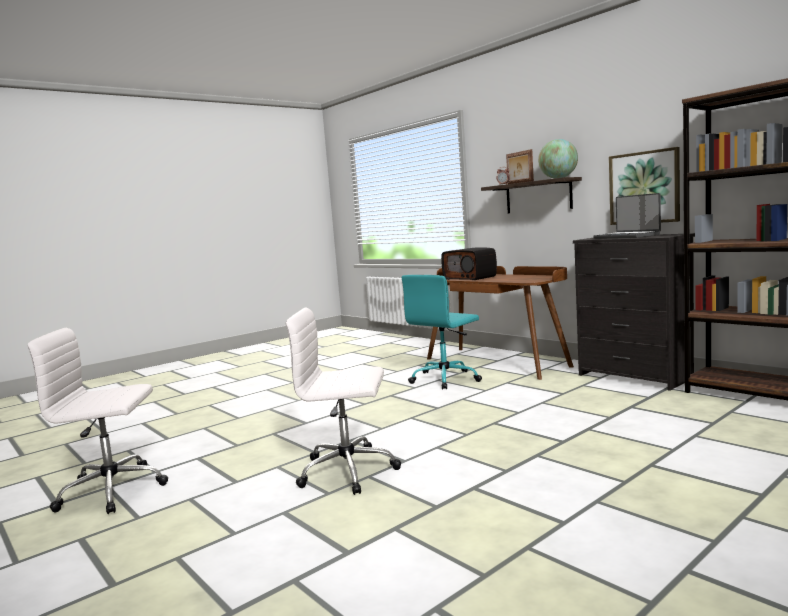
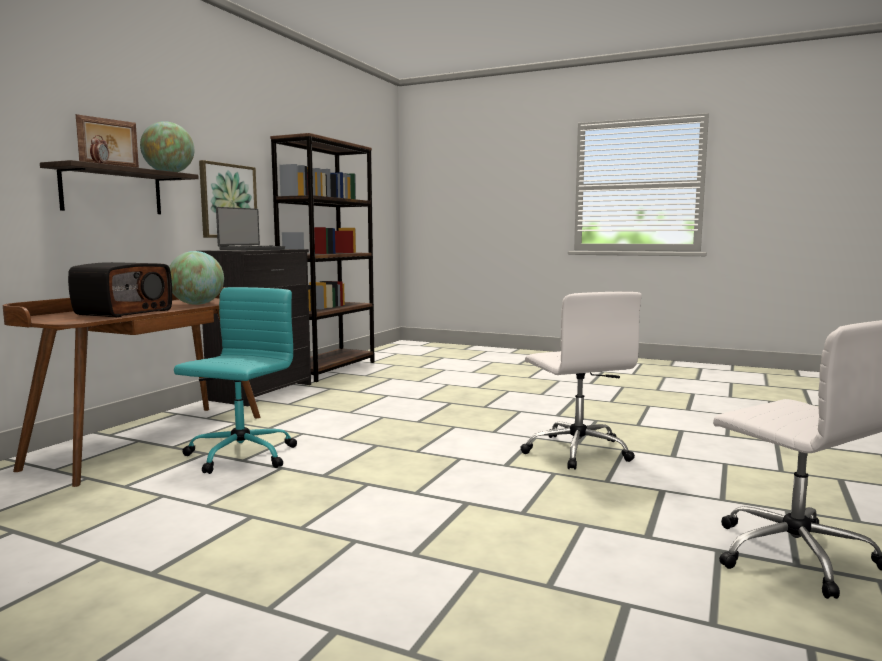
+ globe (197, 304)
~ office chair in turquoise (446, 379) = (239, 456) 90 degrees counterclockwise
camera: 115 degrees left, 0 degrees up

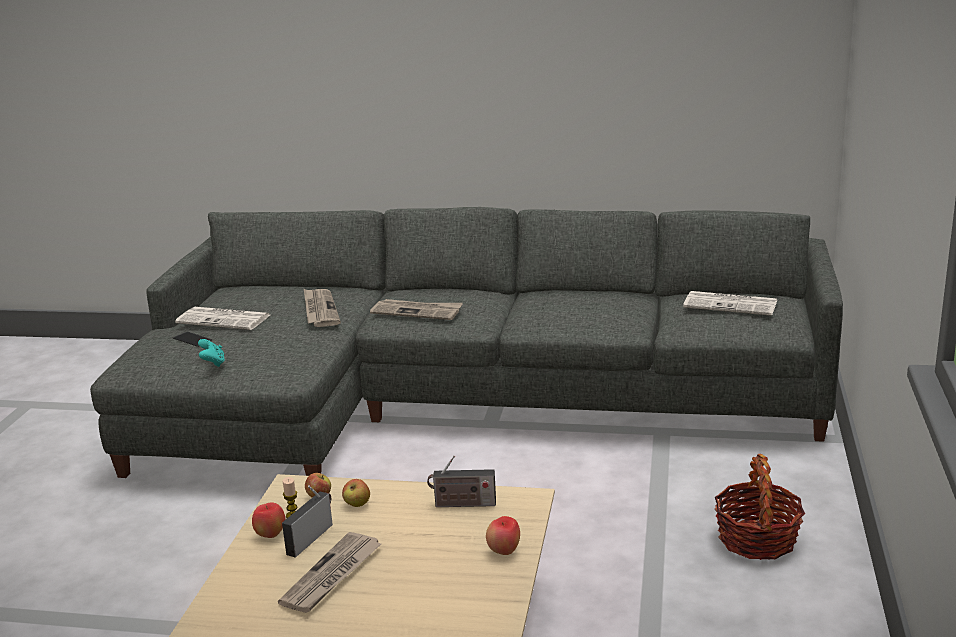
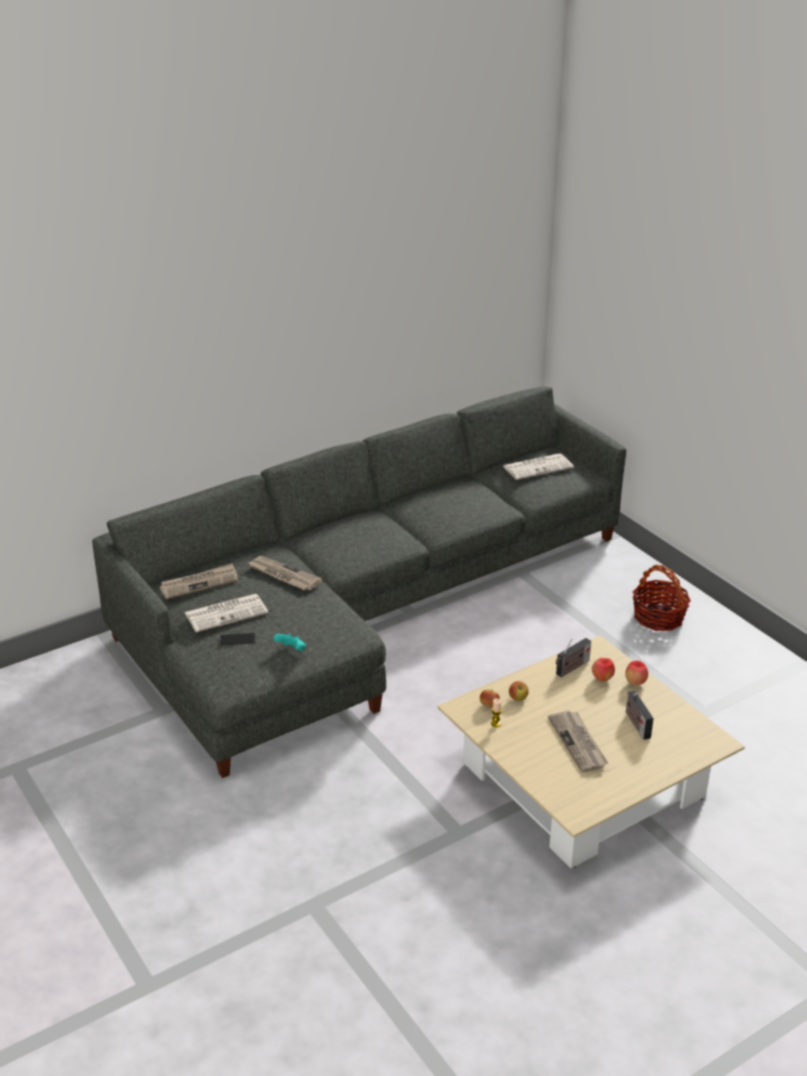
~ newspaper (417, 312) to (199, 583)
~ apple (271, 535) to (602, 679)
~ radio (311, 537) to (636, 723)
camera: 45 degrees left, 10 degrees up

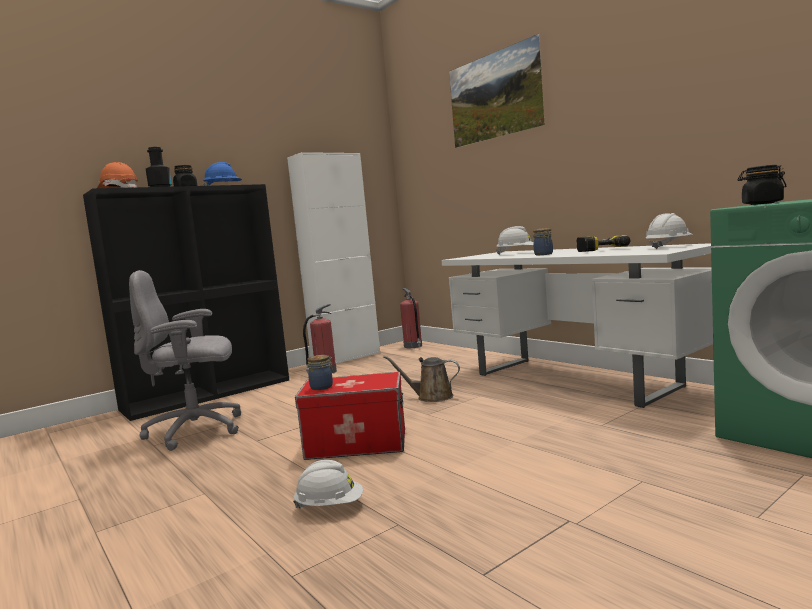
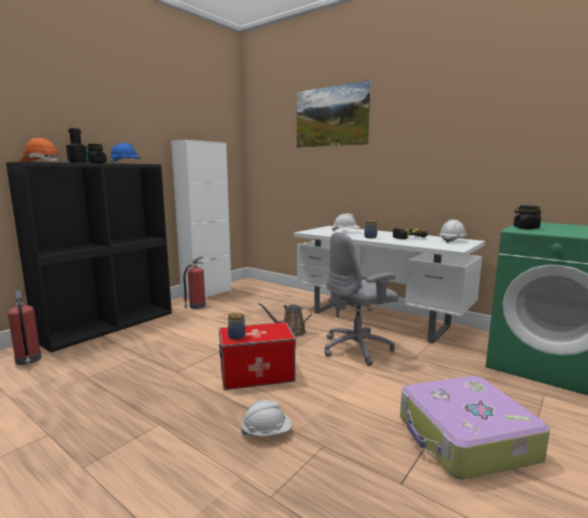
~ fire extinguisher (413, 346) to (28, 360)
~ office chair in grey (197, 431) to (357, 348)
+ suitcase (465, 439)
camera: 15 degrees left, 5 degrees up

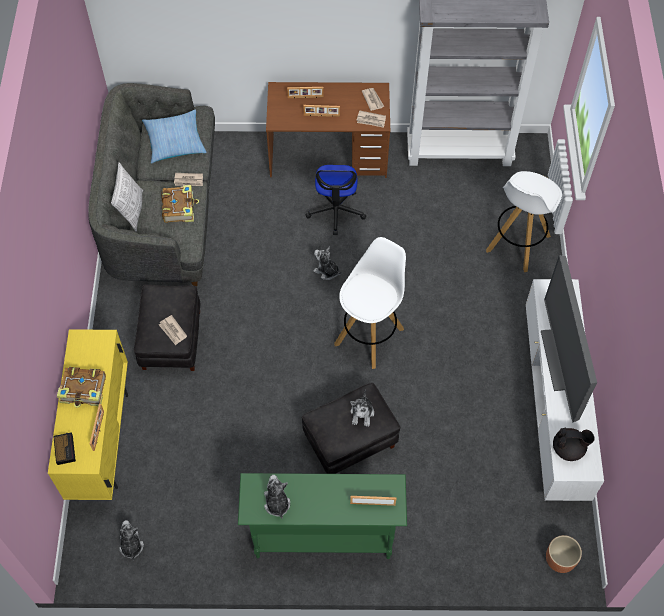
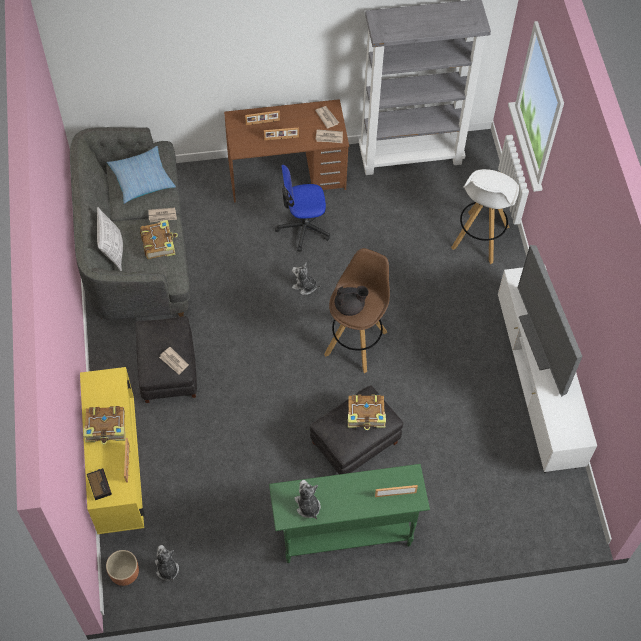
~ planter in brown (559, 559) to (125, 573)
~ office chair (336, 211) = (303, 227) 90 degrees clockwise
~ stool in white (370, 336) to stool in brown (356, 342)
~ teapot in black (568, 449) to (350, 306)
~ plush toy (362, 413) to book (366, 415)
camera: 10 degrees left, 0 degrees up

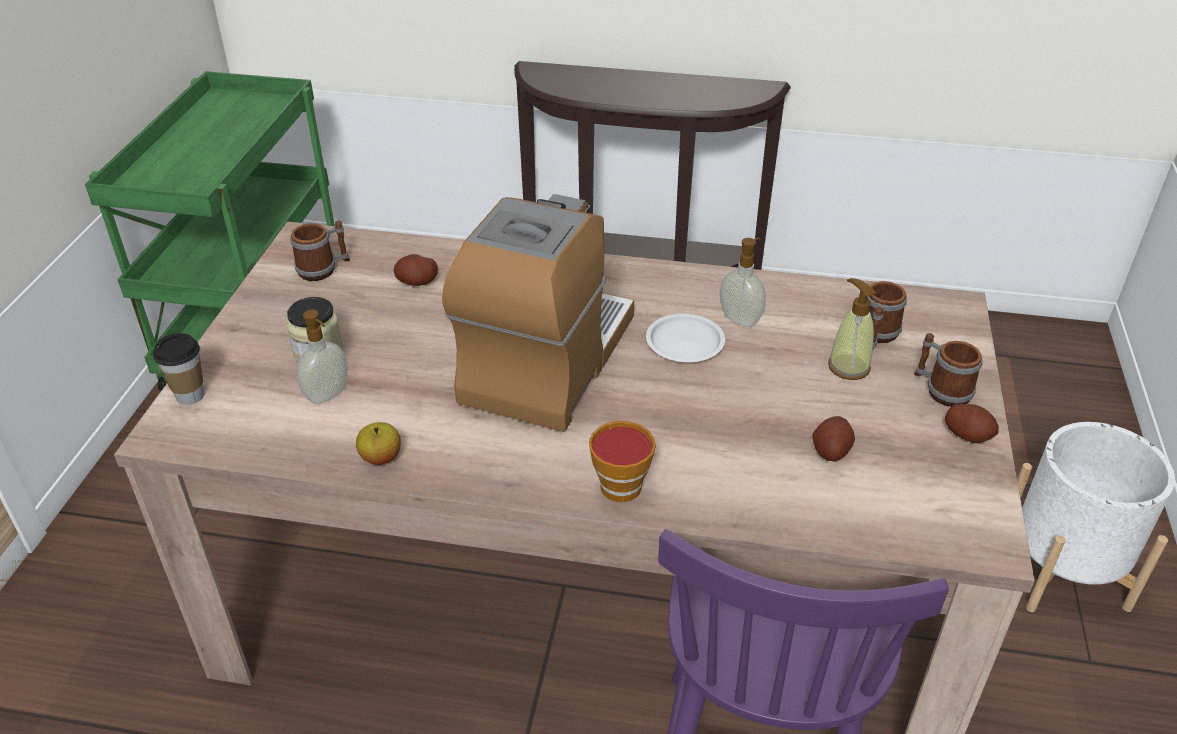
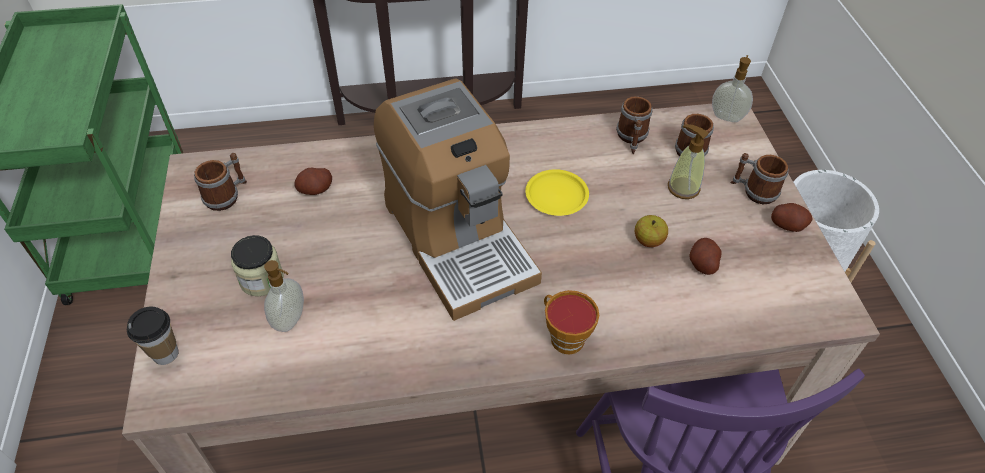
~ coffee machine (546, 361) = (458, 240) 150 degrees clockwise
~ plate in white (684, 342) to plate in yellow (556, 195)
+ mug (632, 139)
~ apple (381, 457) to (648, 240)
~ soap dispenser (740, 318) to (727, 116)
camera: 20 degrees left, 10 degrees up

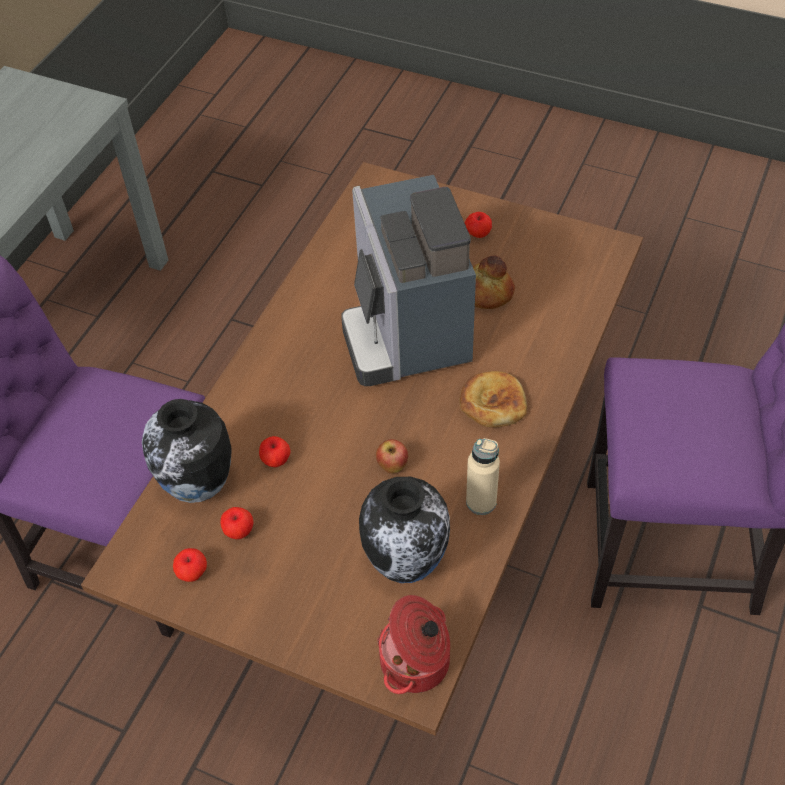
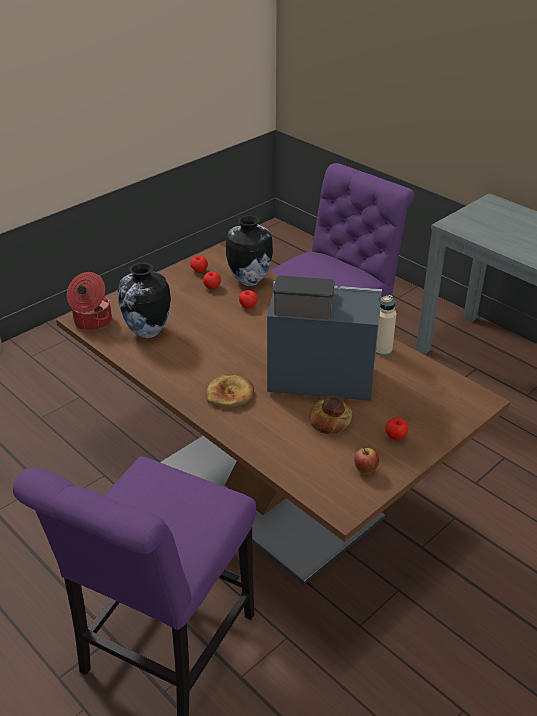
~ apple (392, 466) to (365, 470)
~ bottle in beige (481, 502) to (382, 350)
camera: 110 degrees right, 15 degrees down

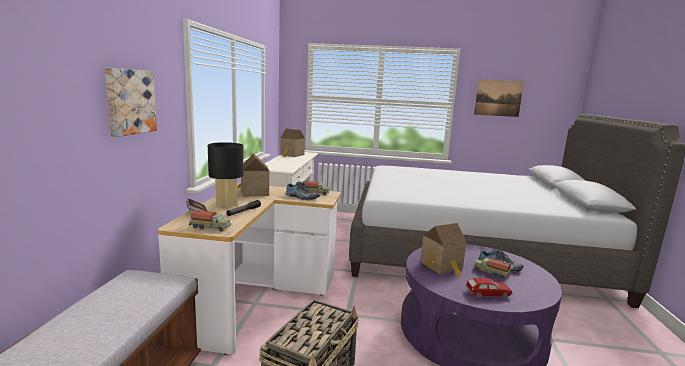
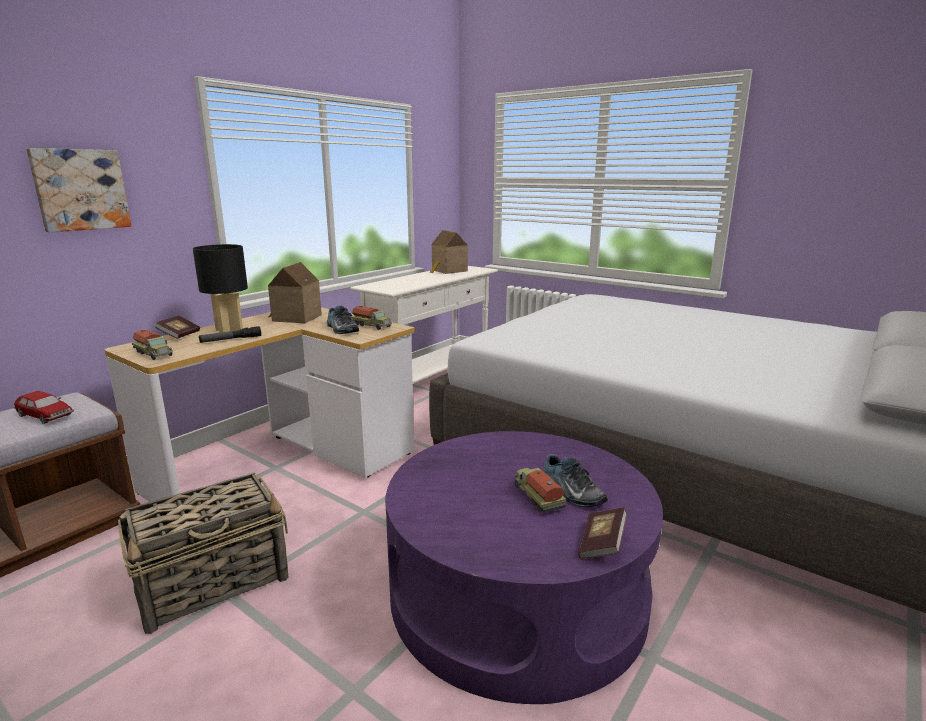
~ toy car (488, 294) to (45, 415)
+ book (601, 544)
- toy house (443, 266)
- picture (498, 98)
camera: 30 degrees right, 5 degrees up

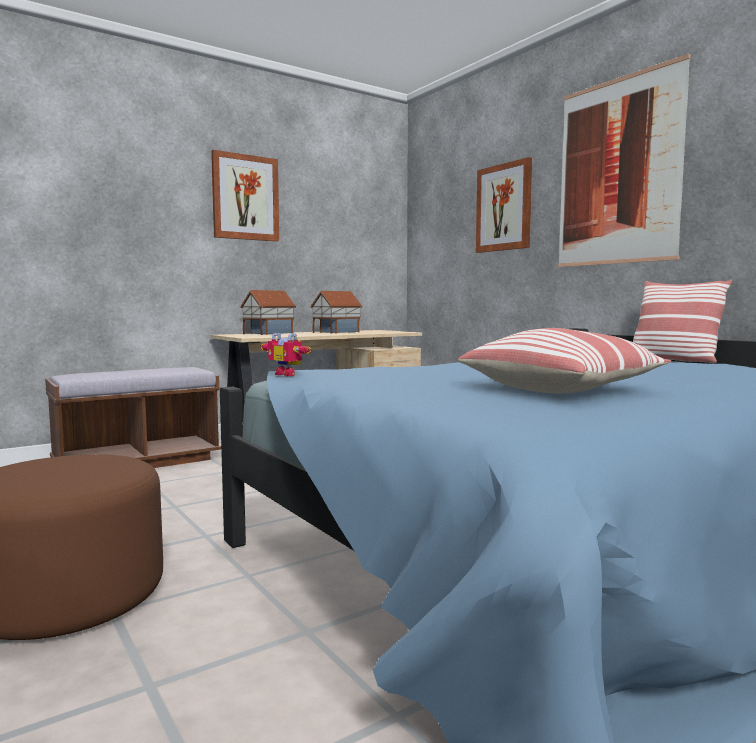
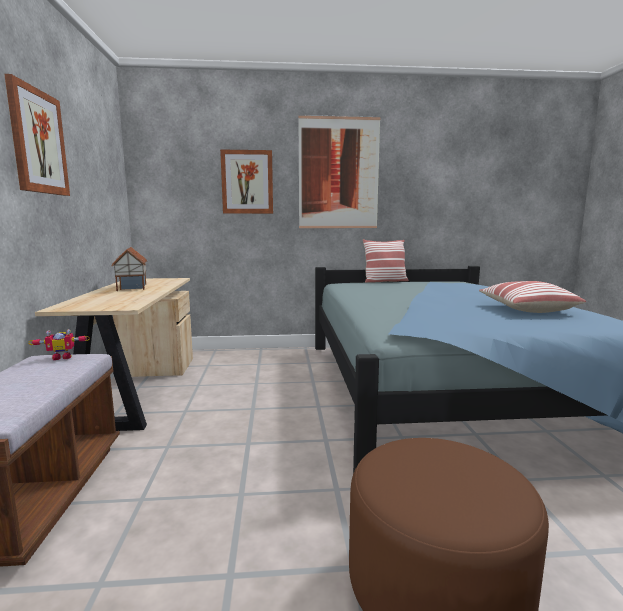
~ toy robot (288, 374) to (62, 357)
- toy house (268, 333)
camera: 60 degrees left, 5 degrees up

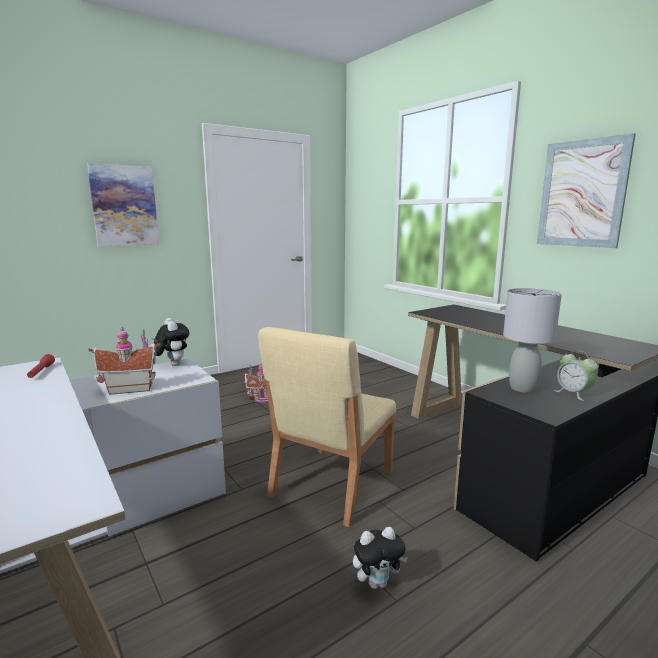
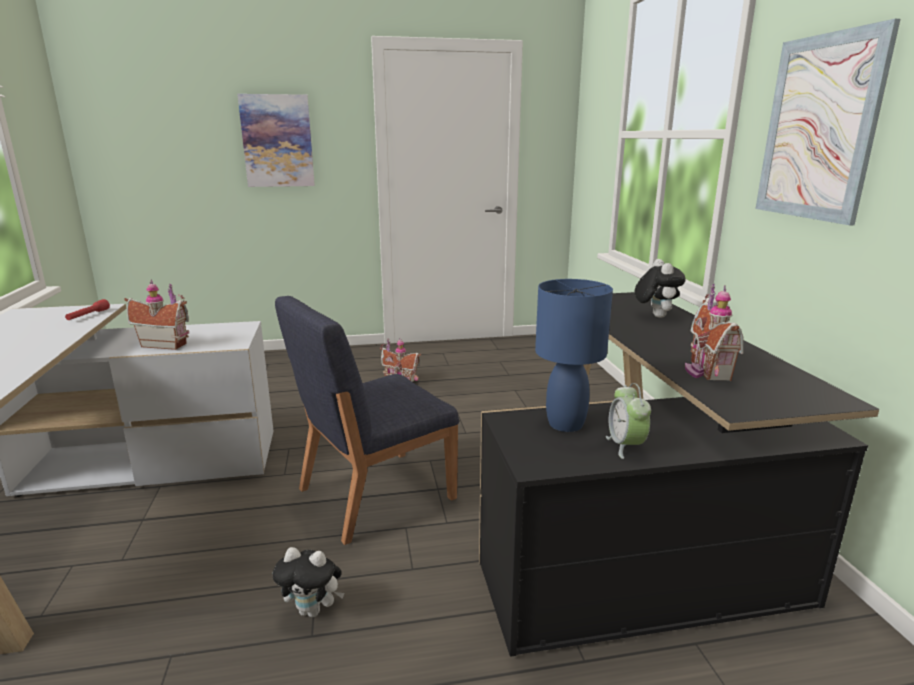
~ chair in beige (330, 484) to chair in blue (374, 494)
~ table lamp in grey (523, 388) to table lamp in blue (565, 424)
~ plush toy (173, 364) to (655, 316)
+ toy house (705, 371)
camera: 25 degrees right, 5 degrees up

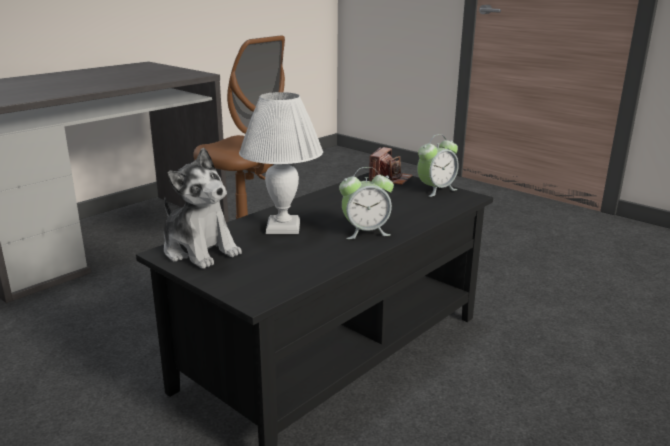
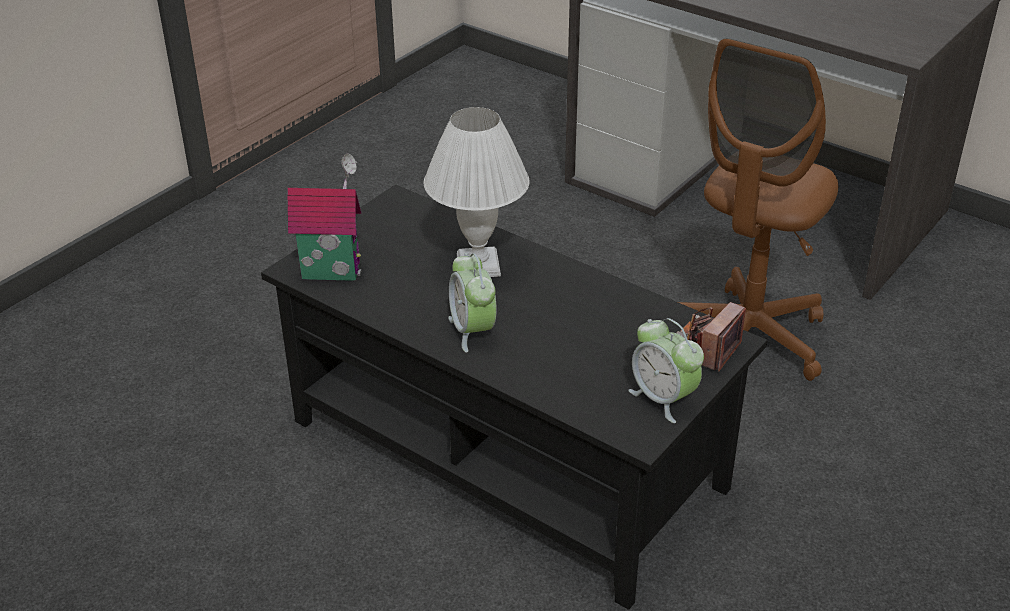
+ toy house (332, 270)
~ photo camera (390, 179) = (704, 348) 105 degrees clockwise
- plush toy (200, 250)
camera: 85 degrees right, 15 degrees up

